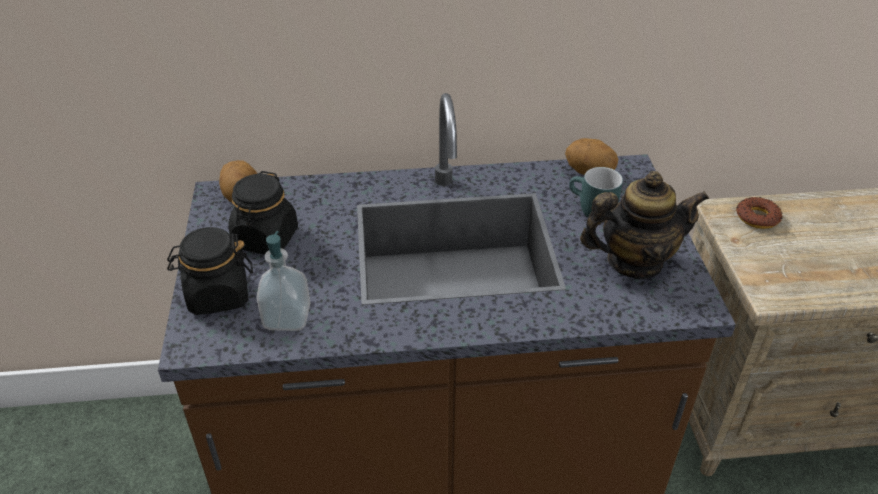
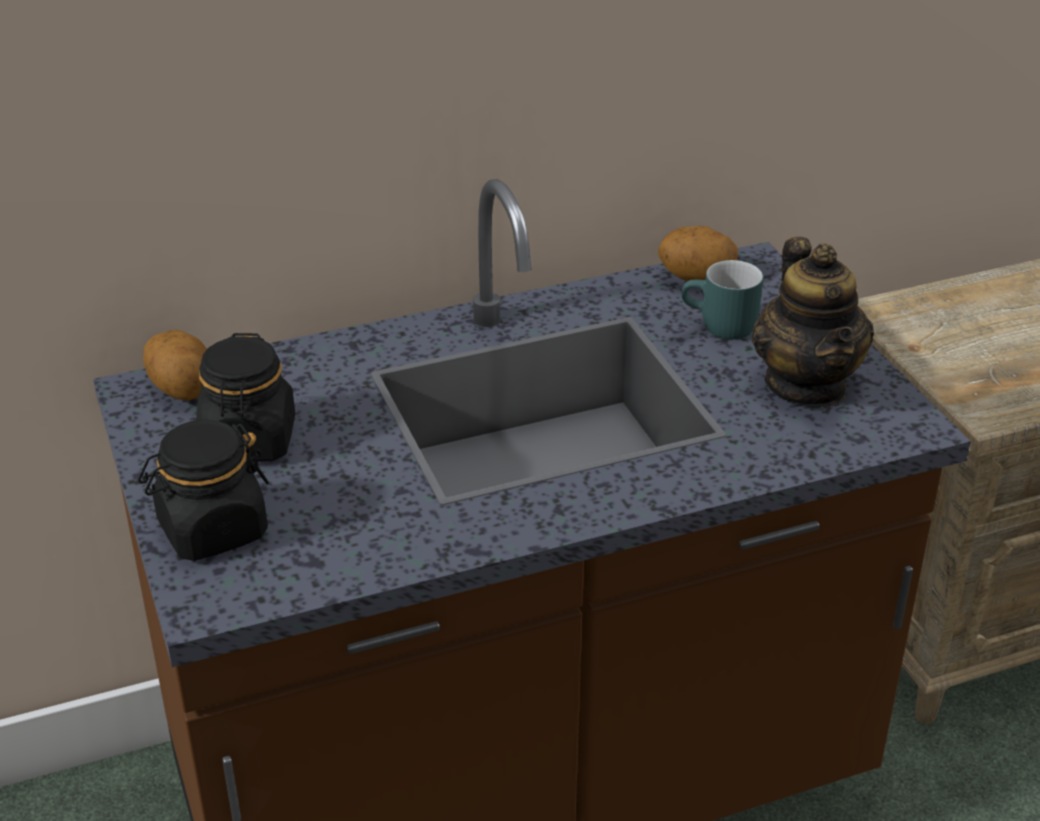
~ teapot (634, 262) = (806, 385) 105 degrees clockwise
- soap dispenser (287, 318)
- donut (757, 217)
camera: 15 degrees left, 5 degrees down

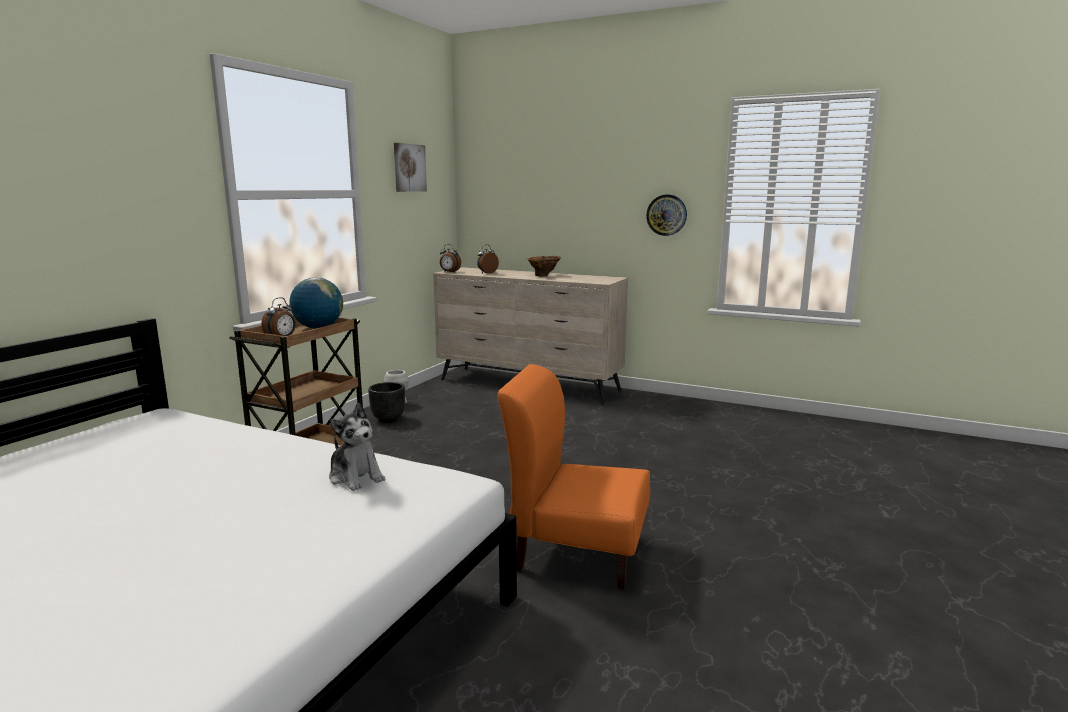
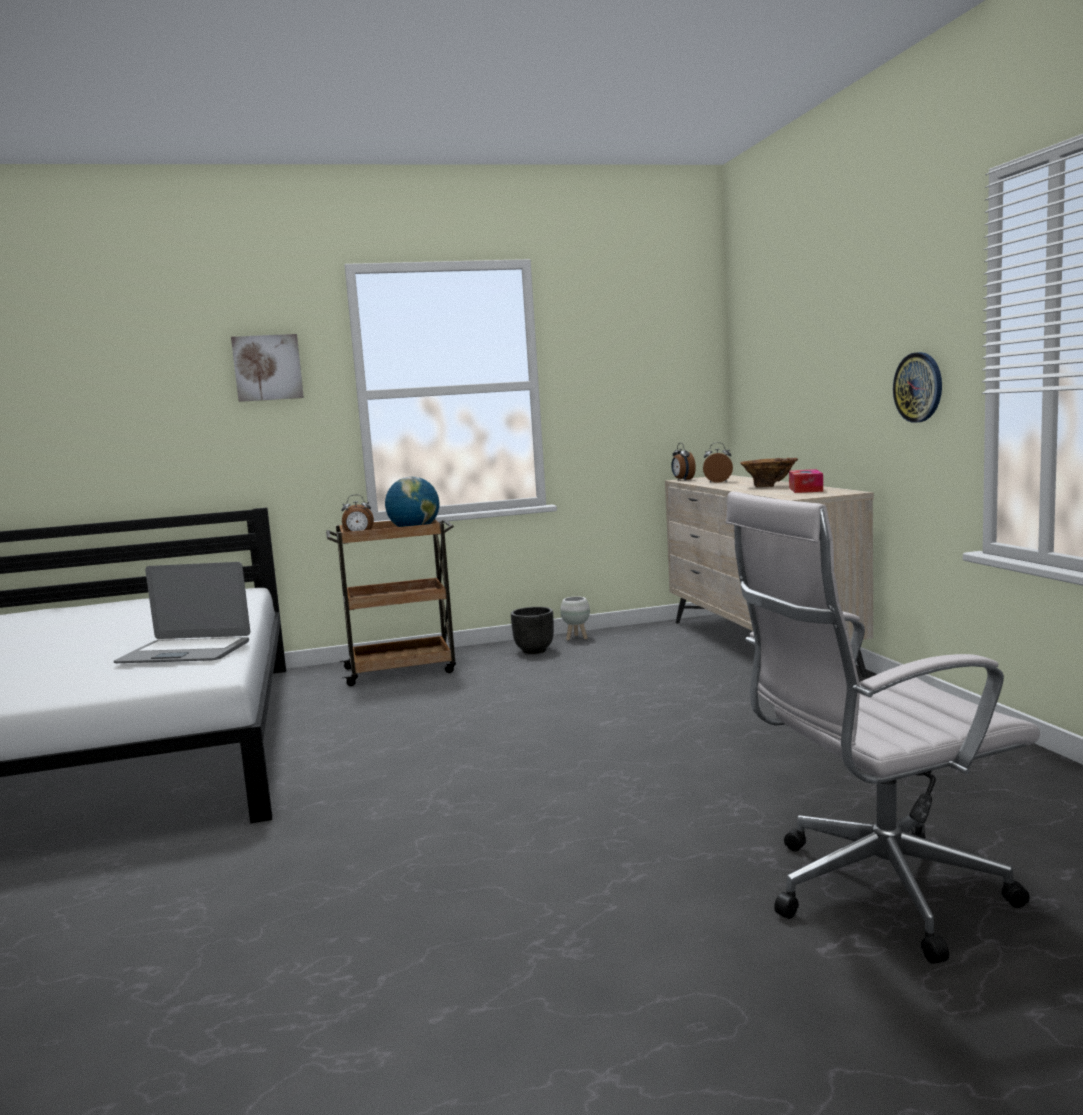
~ plush toy (356, 477) to laptop (185, 652)
~ picture (409, 168) to (268, 368)
+ office chair in white (874, 893)
+ tissue box (805, 489)
- chair in orange (576, 552)
camera: 50 degrees right, 5 degrees down

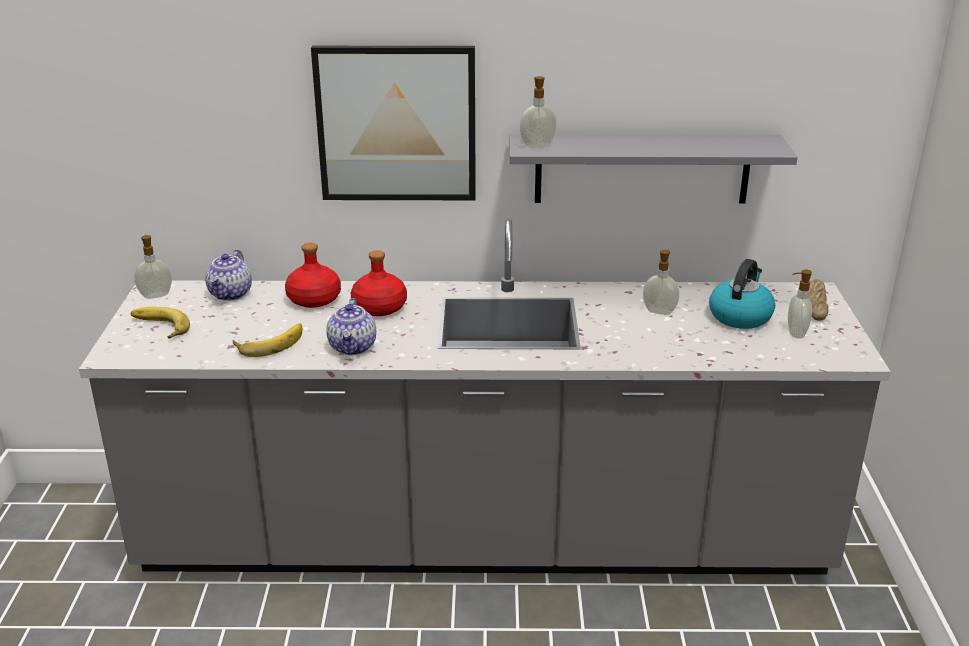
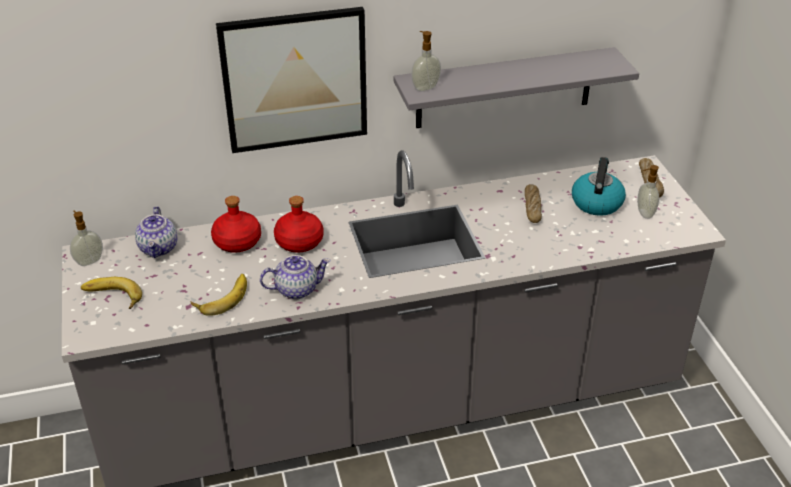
~ teapot (353, 347) = (297, 289) 90 degrees counterclockwise
~ soap dispenser (659, 311) to bread (532, 207)
camera: 15 degrees left, 10 degrees up

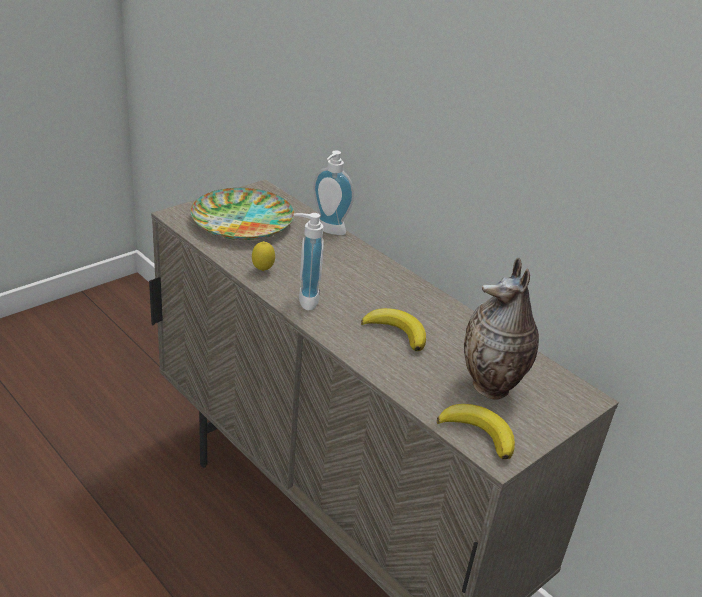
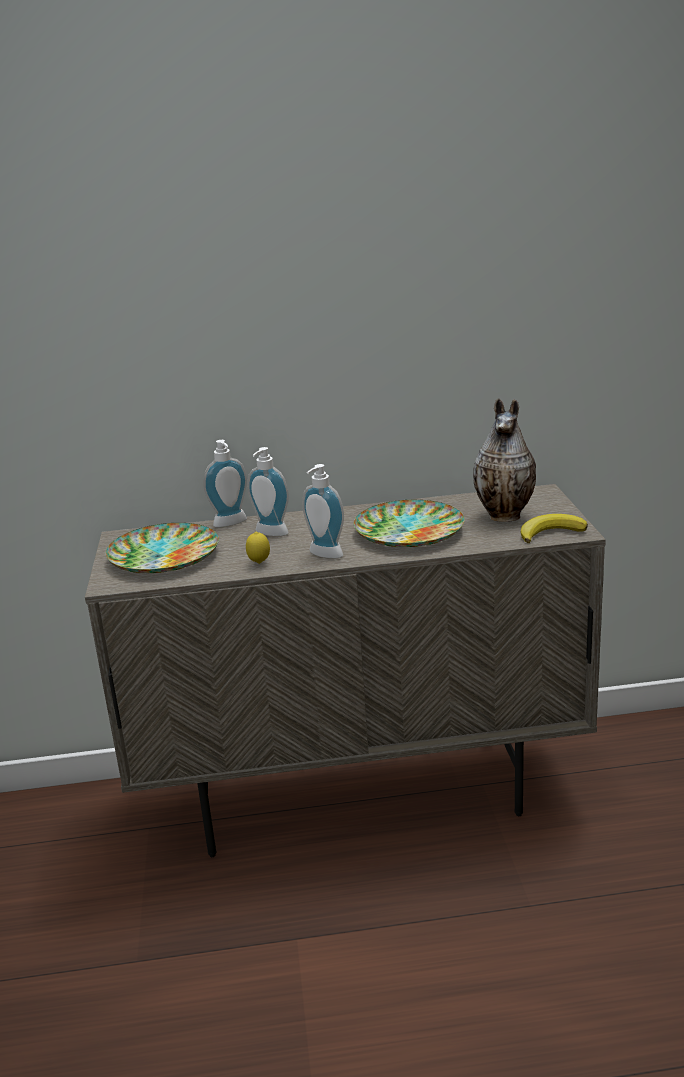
+ soap dispenser (269, 534)
~ banana (396, 332) to plate (408, 531)
camera: 50 degrees left, 10 degrees down

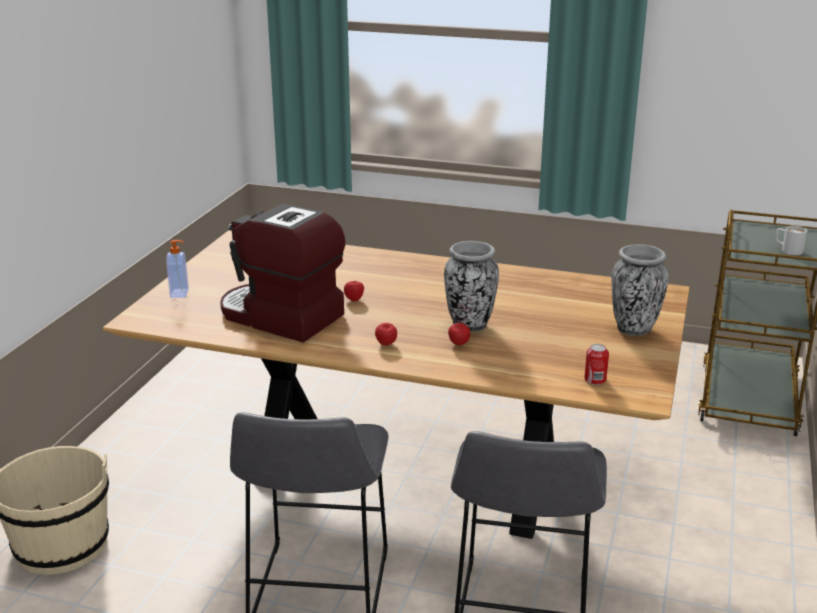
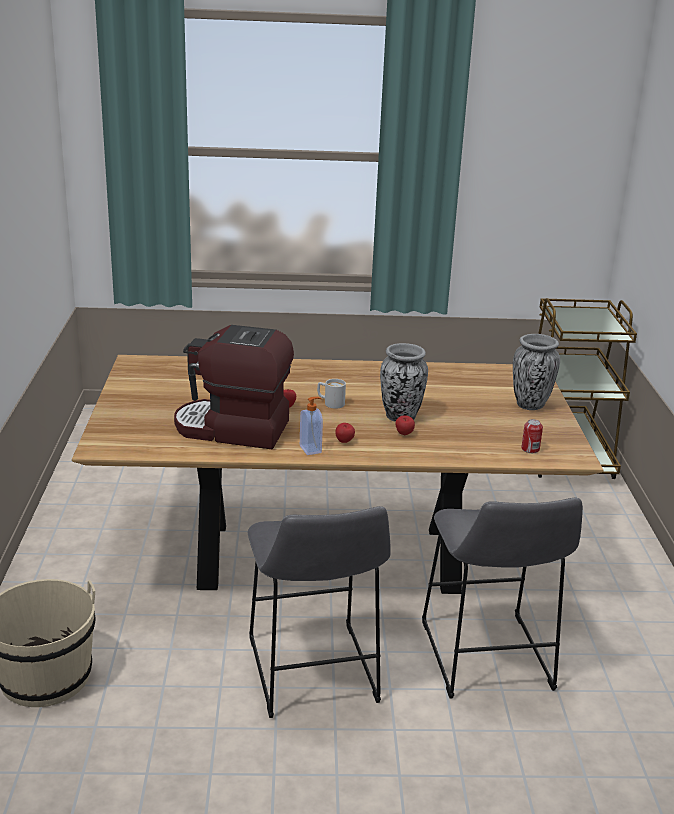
~ soap dispenser (180, 293) to (311, 449)
~ mug in white (787, 250) to (330, 403)
camera: 20 degrees left, 0 degrees up

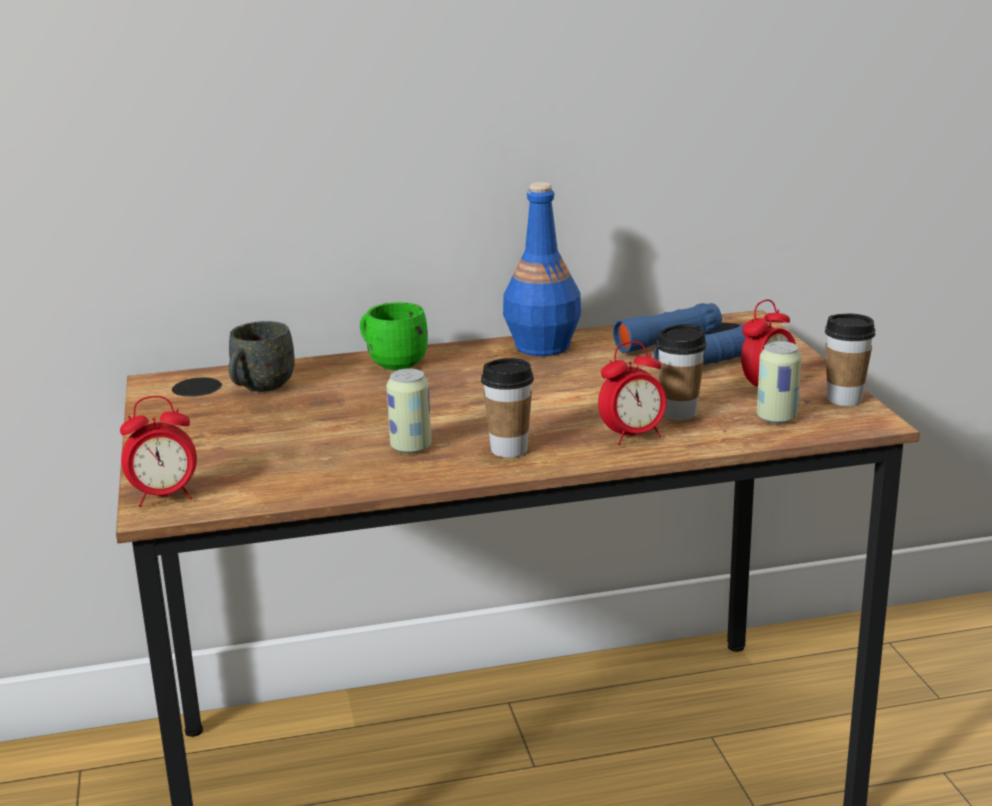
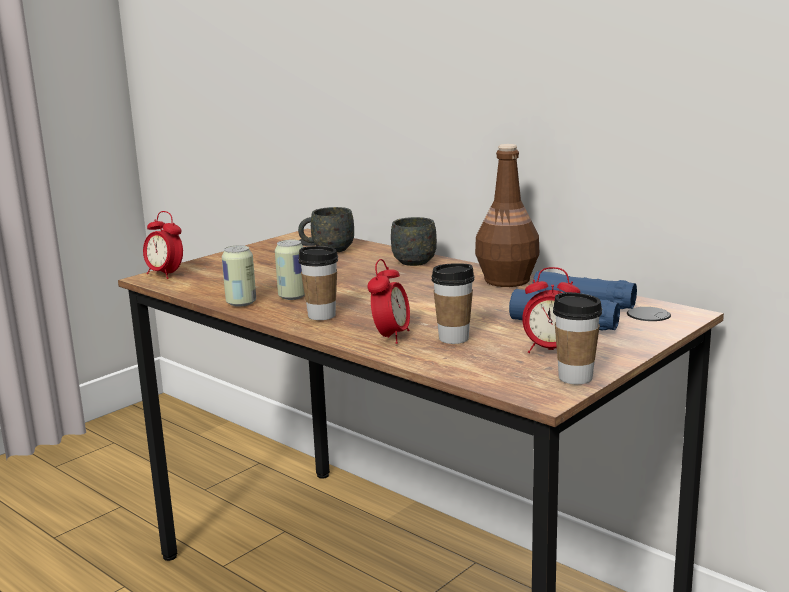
~ can (776, 418) to (241, 303)
~ alarm clock (632, 436) = (391, 337) 105 degrees counterclockwise
~ mug in green (391, 361) to mug in grey (414, 260)
~ bottle in blue (541, 347) to bottle in brown (506, 280)
camera: 55 degrees right, 5 degrees down

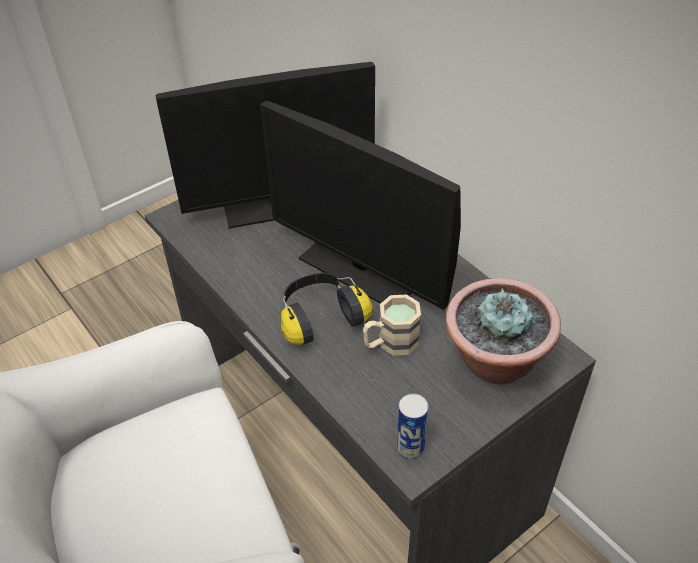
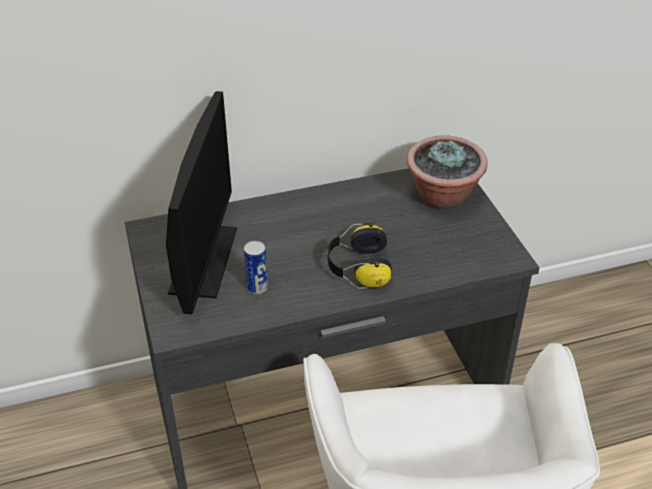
~ can (410, 447) to (257, 288)
- monitor (361, 268)
- mug in beige (390, 343)
camera: 70 degrees left, 5 degrees down

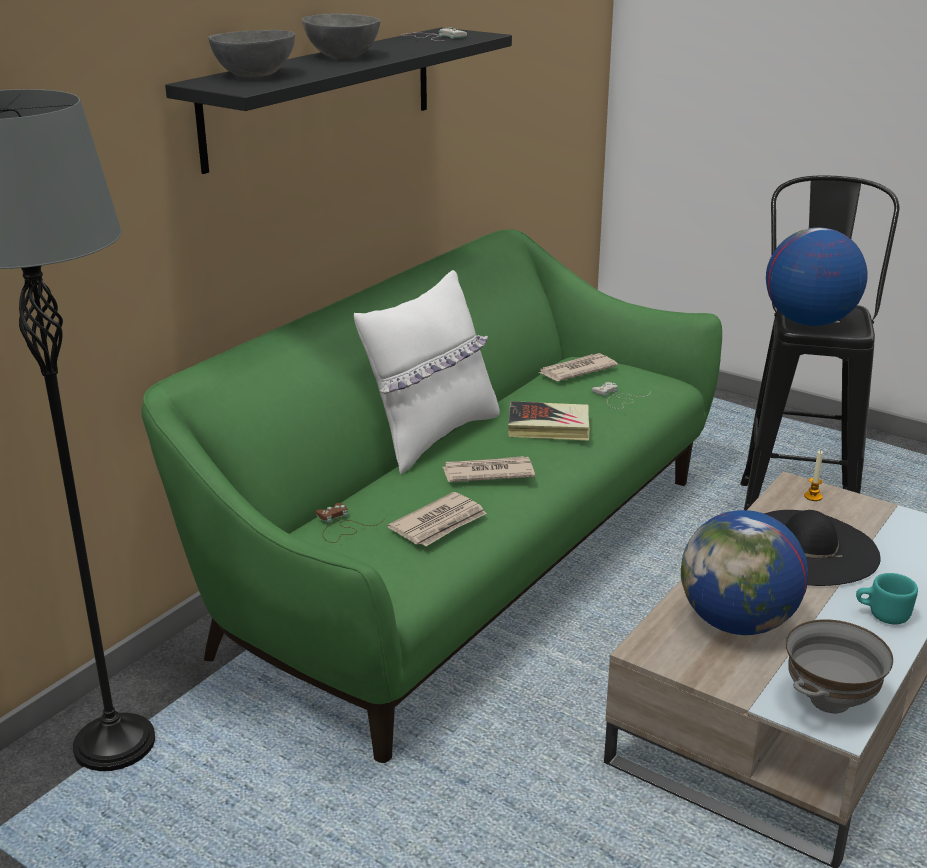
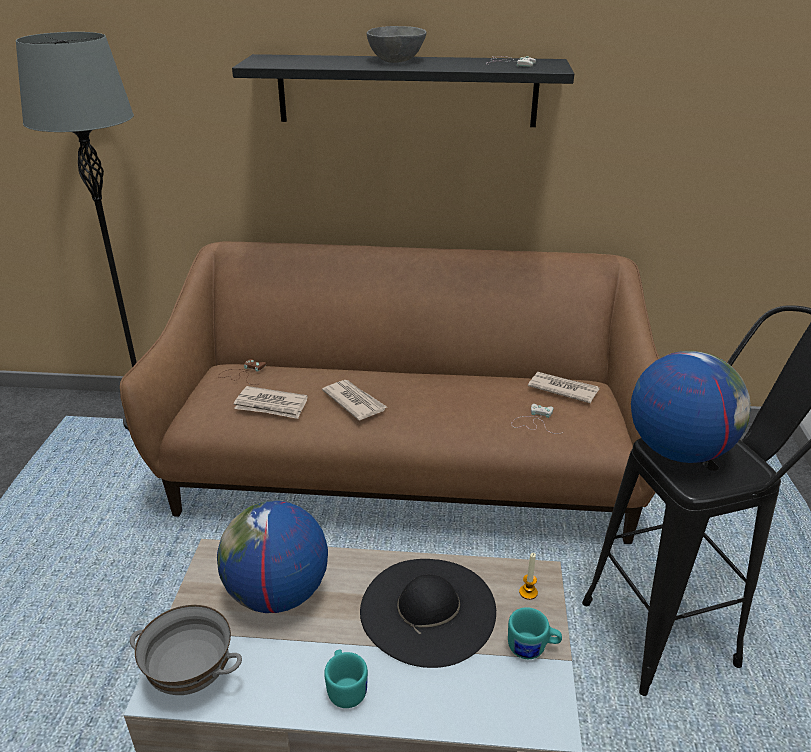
~ sofa in green (464, 561) to sofa in brown (405, 469)
+ mug in turquoise (532, 648)
- bowl in grey (256, 75)
- pillow in white (432, 436)
- book (548, 427)
camera: 60 degrees right, 5 degrees up

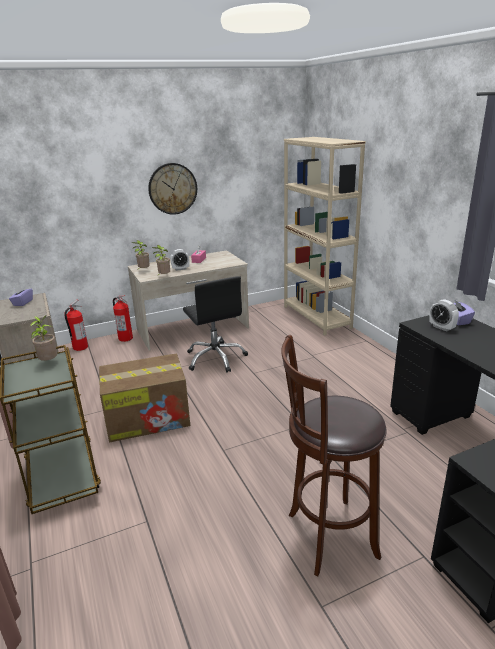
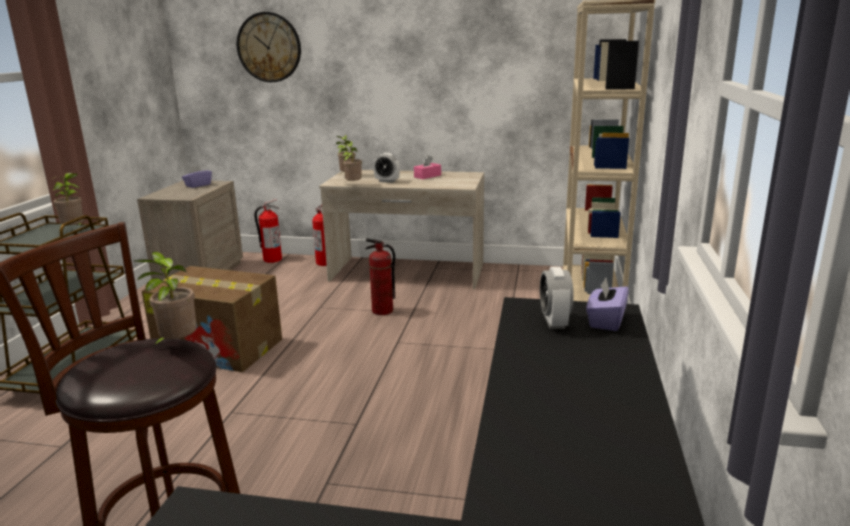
+ potted plant (177, 345)
~ wall clock (172, 189) to (269, 47)
~ office chair in black (216, 358) to fire extinguisher (382, 311)
camera: 35 degrees right, 5 degrees down

